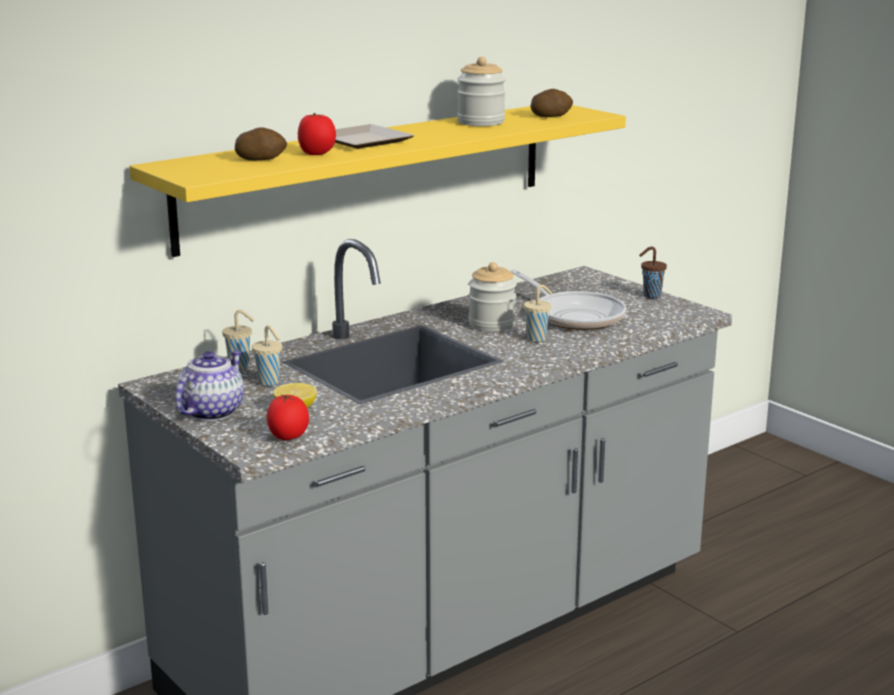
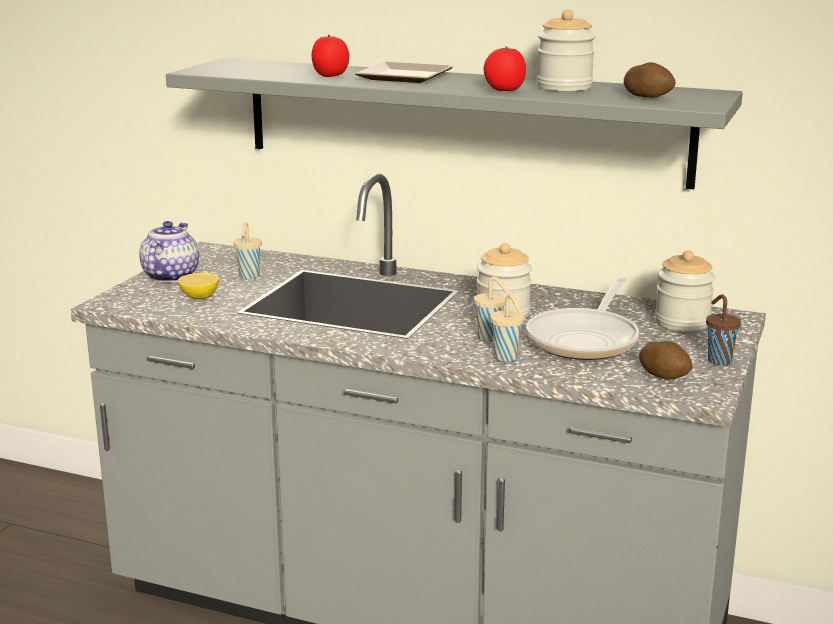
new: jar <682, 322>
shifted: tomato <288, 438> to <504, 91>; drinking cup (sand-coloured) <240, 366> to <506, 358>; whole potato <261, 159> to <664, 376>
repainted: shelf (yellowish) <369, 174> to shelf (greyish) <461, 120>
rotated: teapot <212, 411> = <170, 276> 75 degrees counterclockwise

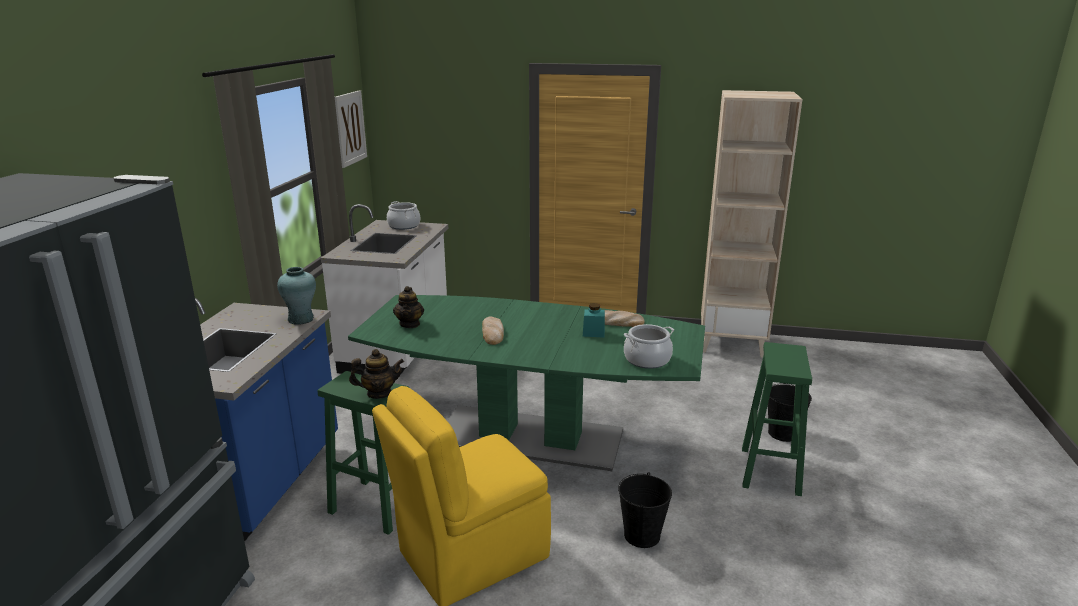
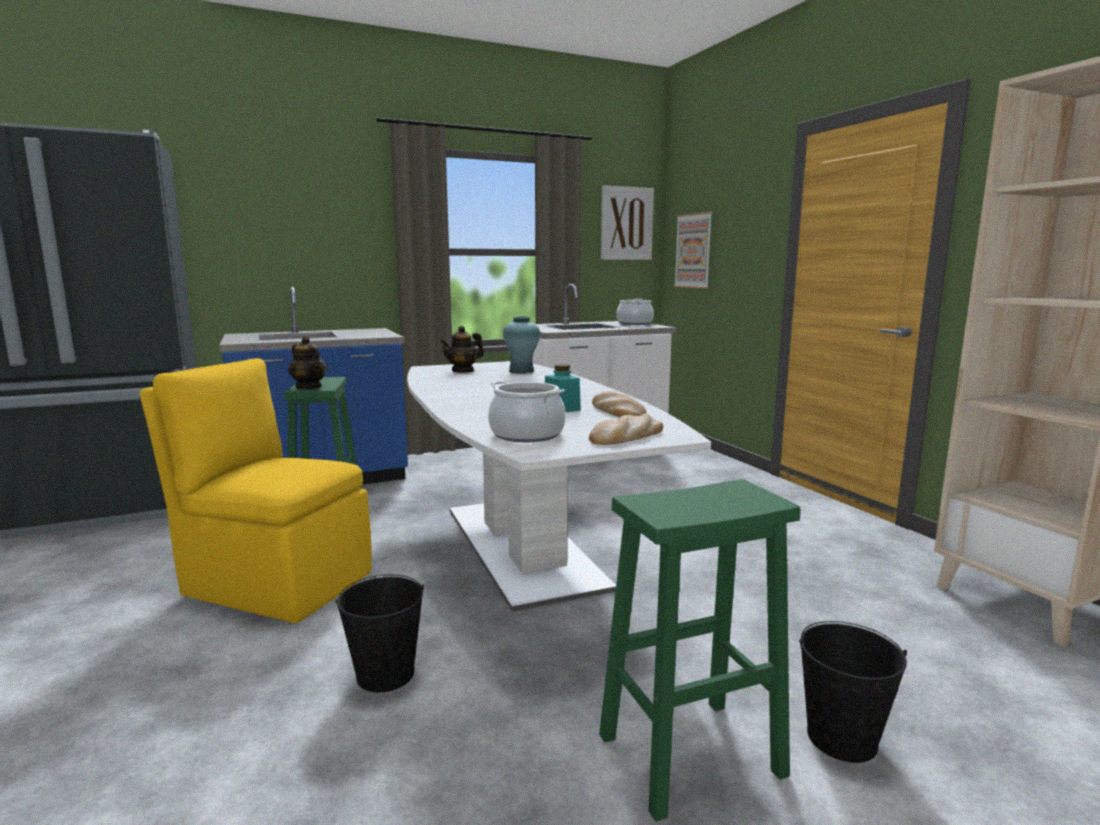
new: wall picture <693, 251>
shifted: vase (turquoise-coloured) <301, 319> to <521, 371>; bakery bread <493, 333> to <626, 436>
repainted: dinner table (greenish) <530, 437> to dinner table (white-coloured) <522, 546>

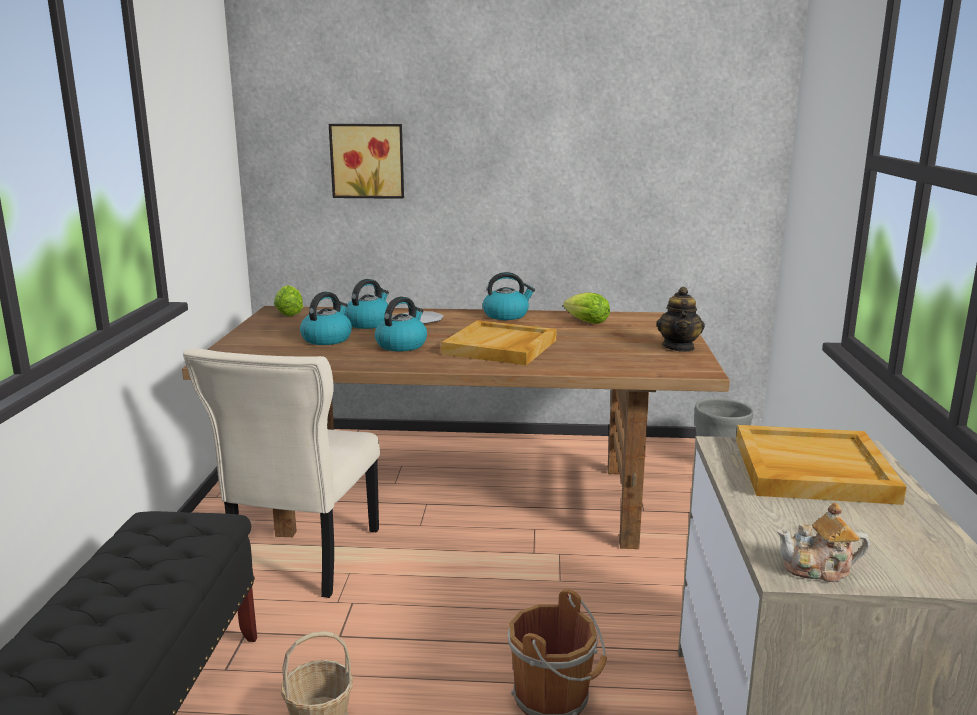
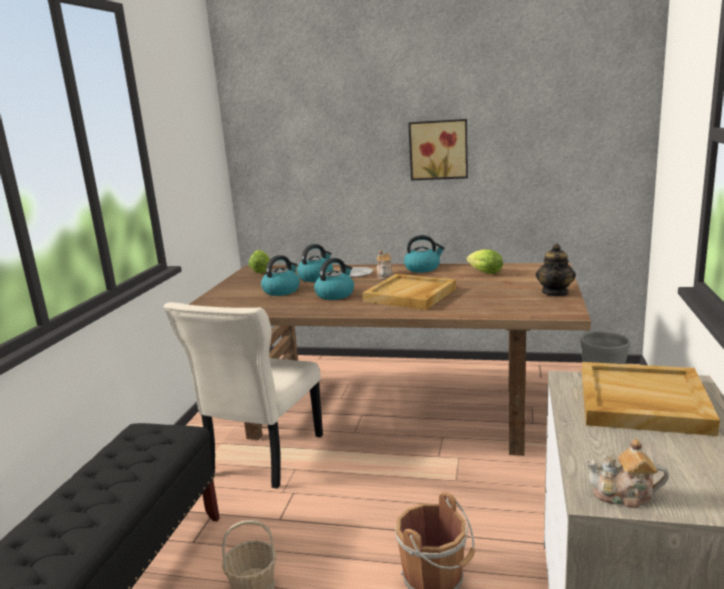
new: teapot <385, 276>
shifted: wall picture <367, 161> to <438, 149>

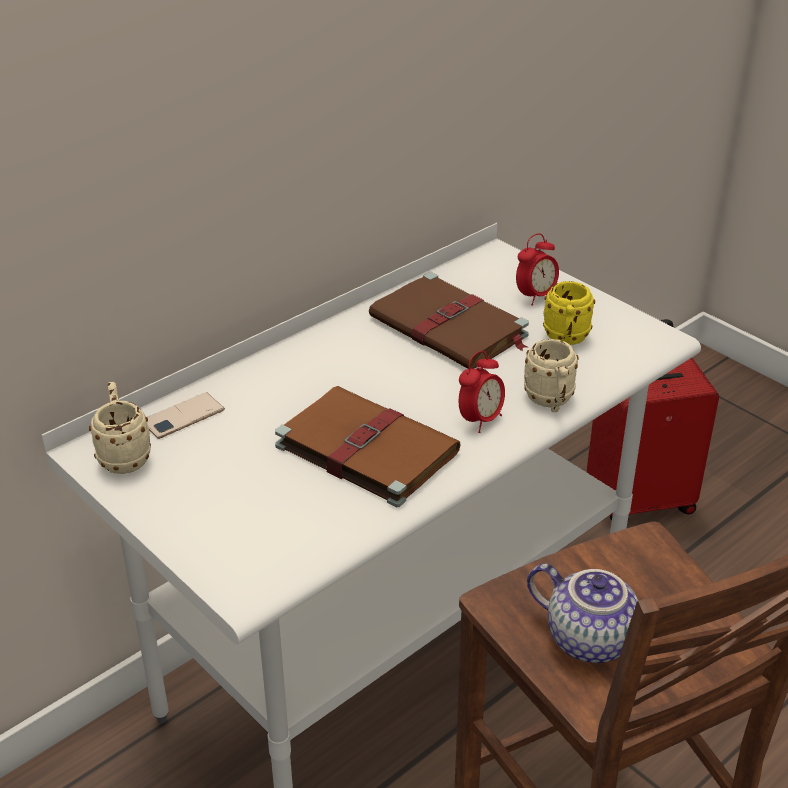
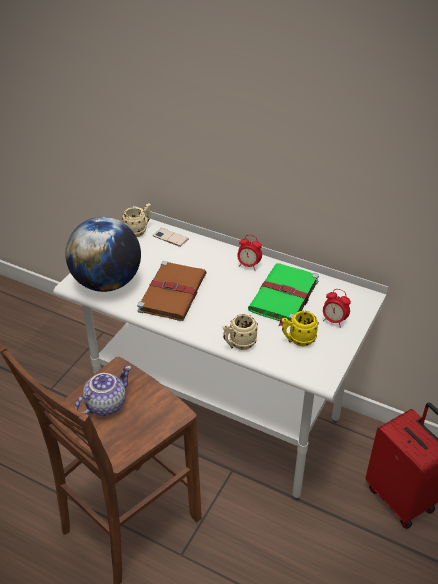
new: globe <107, 282>
shifted: bedside clock <480, 420> to <248, 265>
repainted: bound book (brownish) <450, 328> to bound book (greenish) <283, 297>
rotated: teapot <592, 639> = <105, 404> 150 degrees counterclockwise

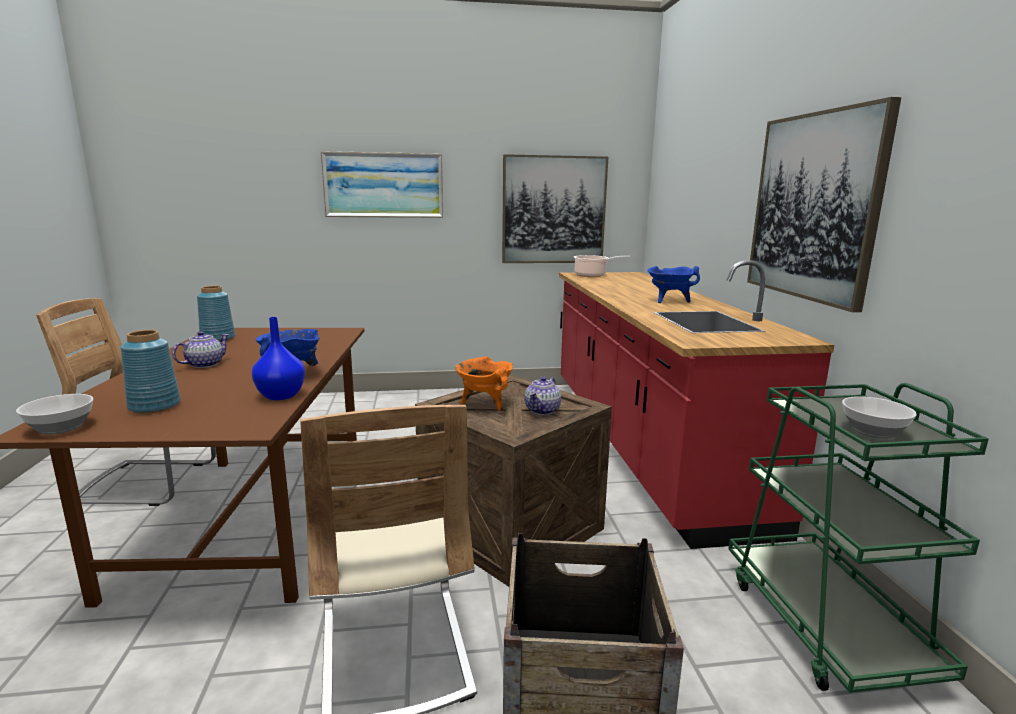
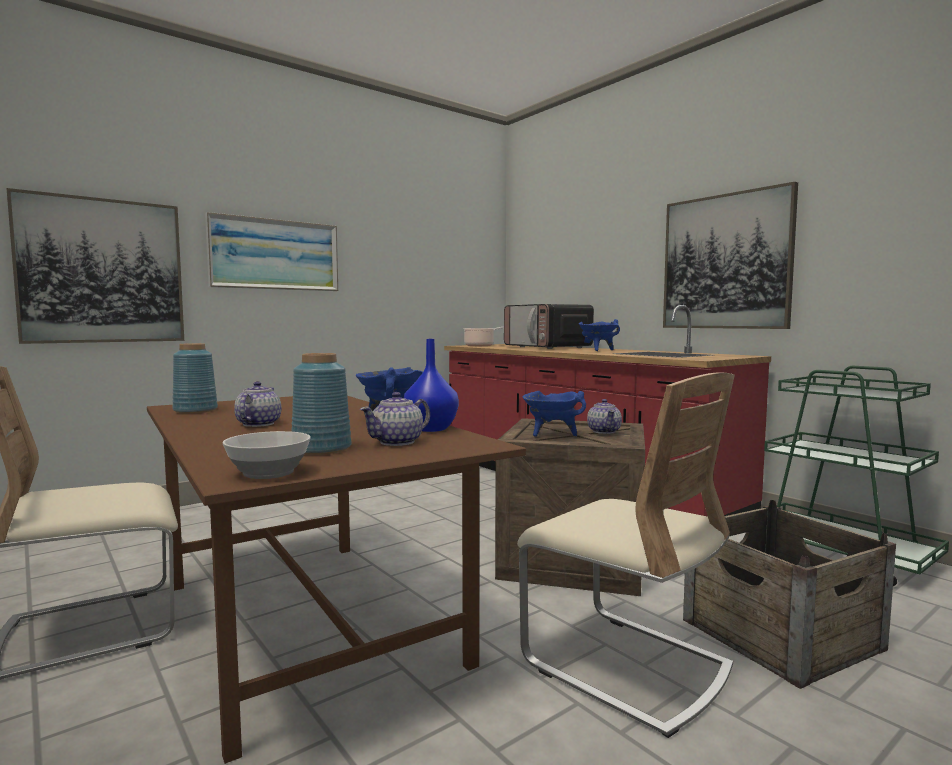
gone: bowl <873, 432>
new: teapot <398, 442>; microwave oven <547, 347>
shifted: wall picture <553, 210> to <102, 271>
repainted: saucepot (orange-coloured) <484, 404> to saucepot (blue-coloured) <552, 434>

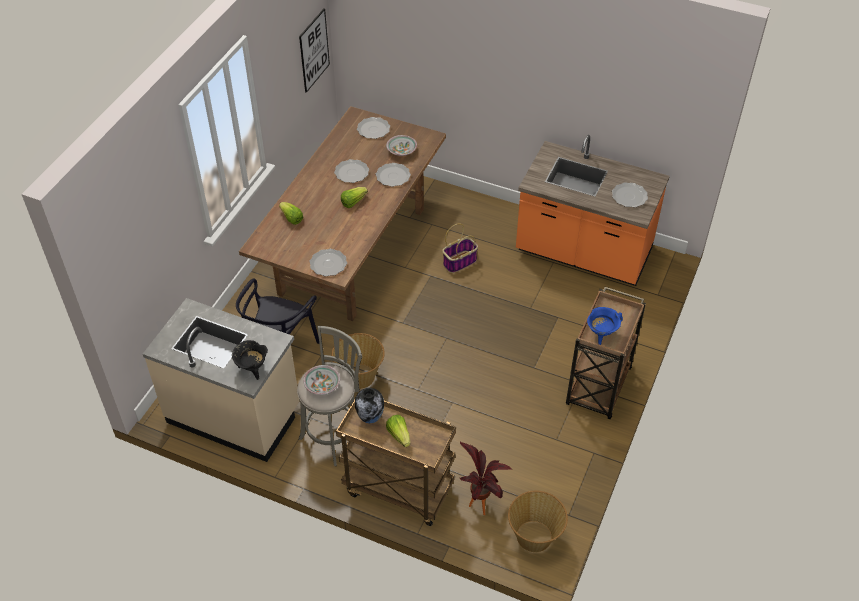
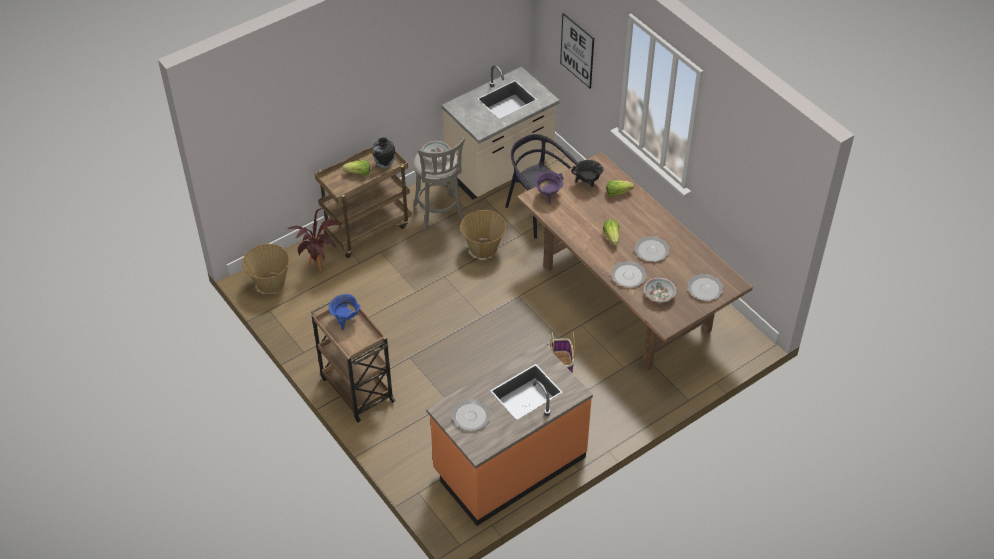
shifted: wall picture <314, 50> to <577, 50>; saucepot (blackish) <252, 369> to <587, 182>
swapped: plate <328, 264> to saucepot (purplish) <548, 195>

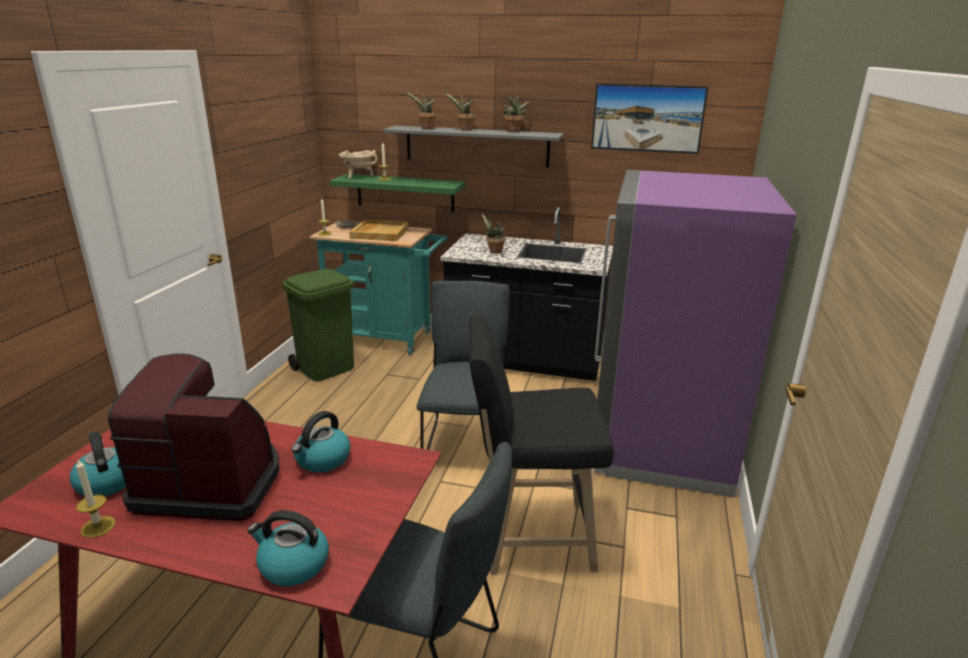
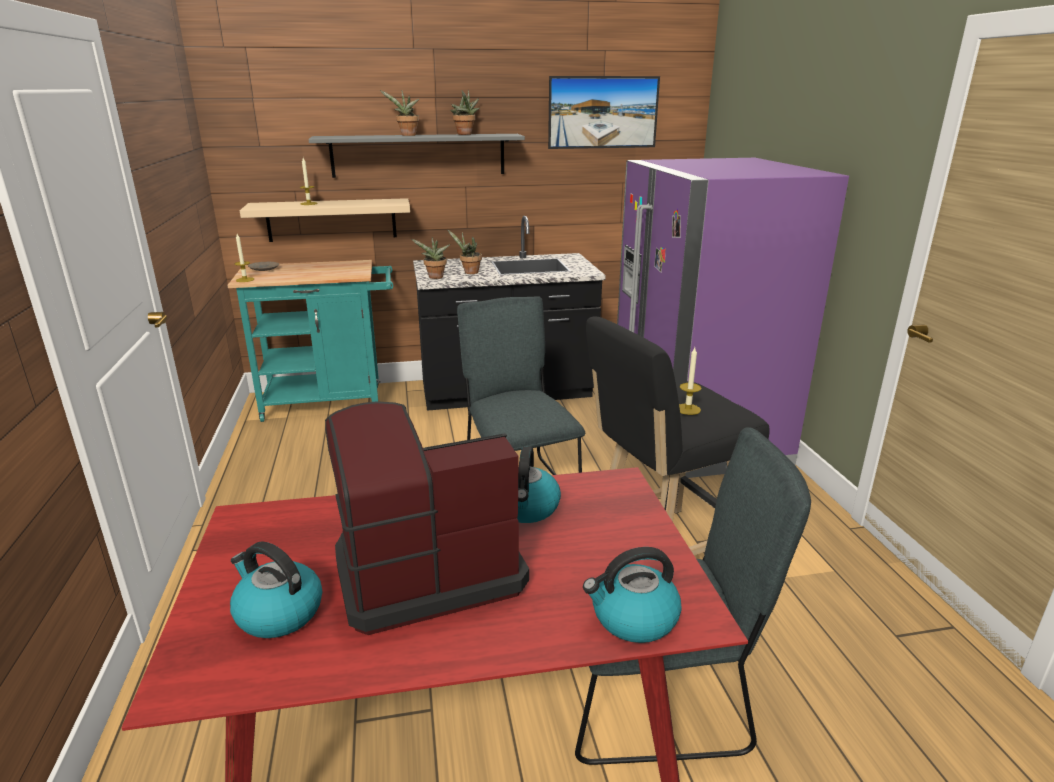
gone: rubbish bin (greenish) <326, 368>; saucepot (sand-coloured) <358, 177>; carrying tray (sand-coloured) <379, 233>
shifted: houseplant <426, 128> to <435, 277>; candle <98, 527> to <688, 409>
repainted: shelf (greenish) <405, 193> to shelf (sand-coloured) <331, 220>

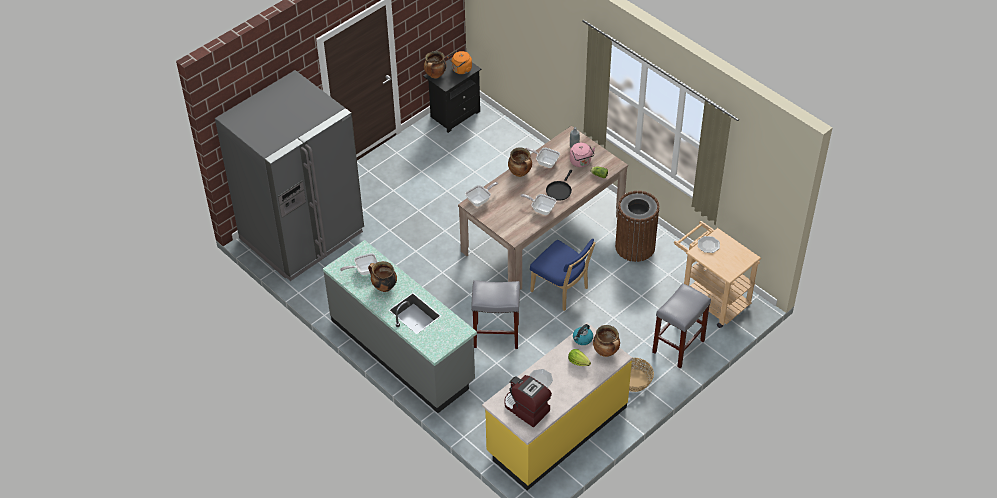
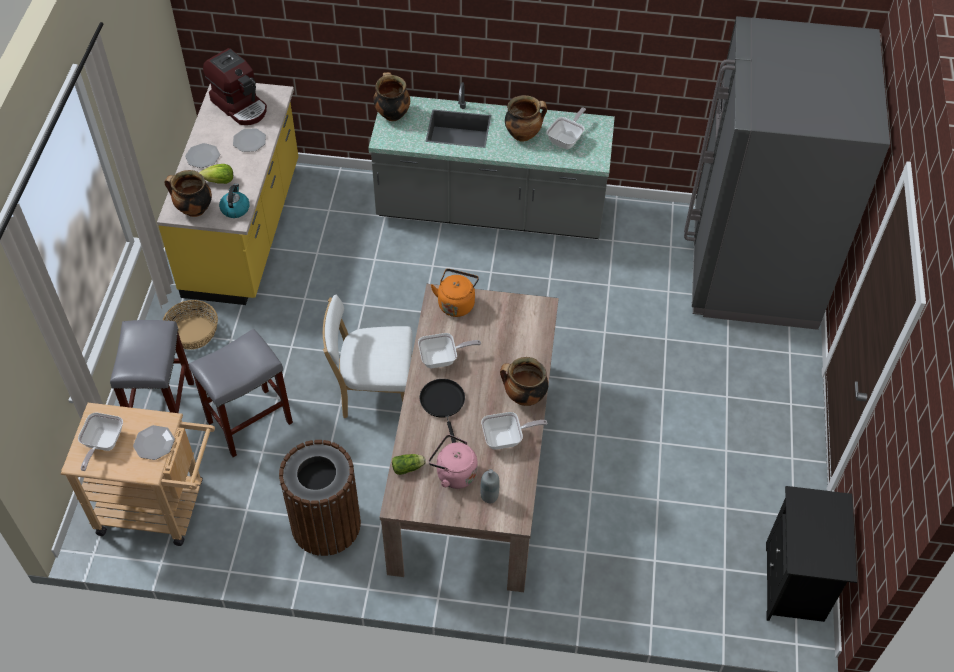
new: plate <202, 156>
shifted: frying pan <480, 200> to <102, 444>; sitting stool (greyish) <495, 335> to <250, 421>; saucepot <435, 75> to <392, 114>; water kettle (orange-coloured) <460, 70> to <456, 303>
repainted: upright chair (blue-coloured) <561, 291> to upright chair (white-coloured) <373, 392>
rotated: coffee machine <526, 409> = <240, 105> 45 degrees clockwise

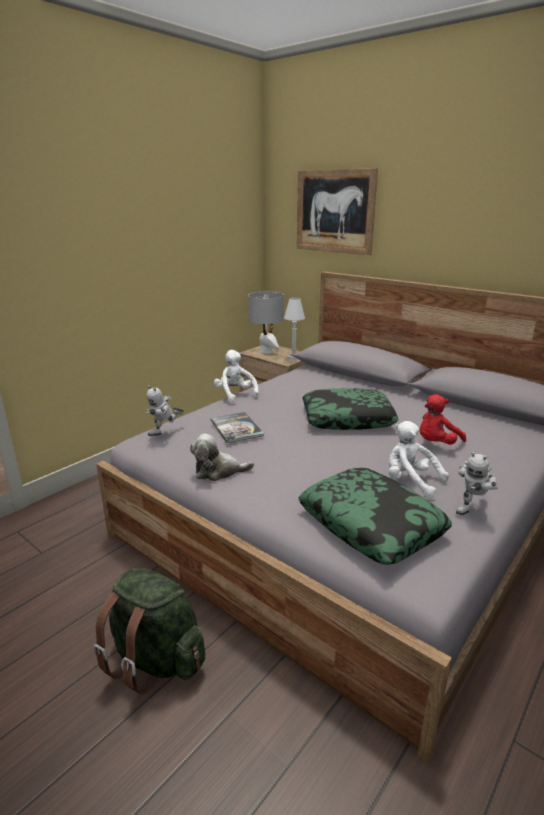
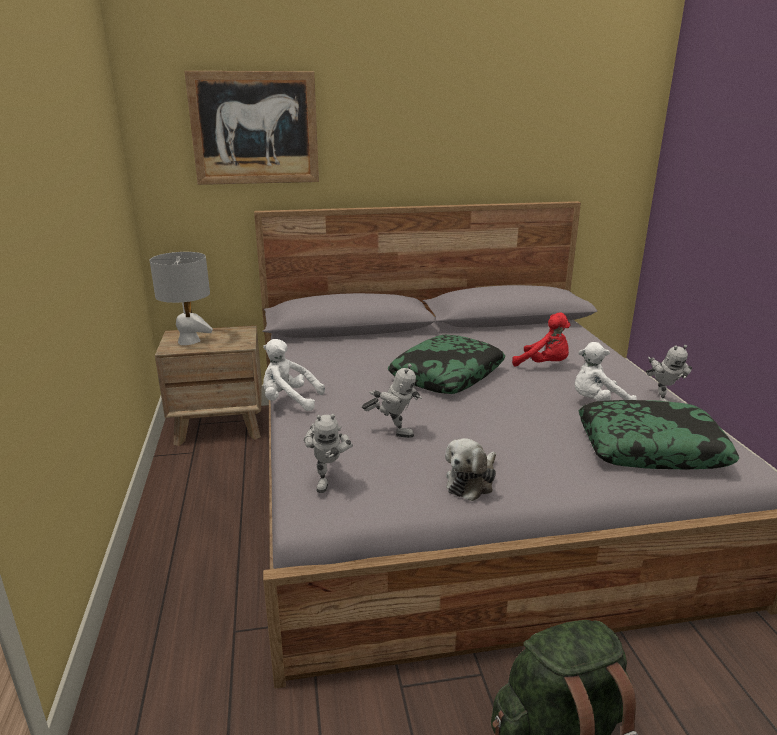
gone: table lamp (white-coloured) <293, 357>
swapped: bound book <236, 428> to model robot <393, 431>
rotated: soft toy (reddish) <436, 443> = <544, 365> 60 degrees counterclockwise

